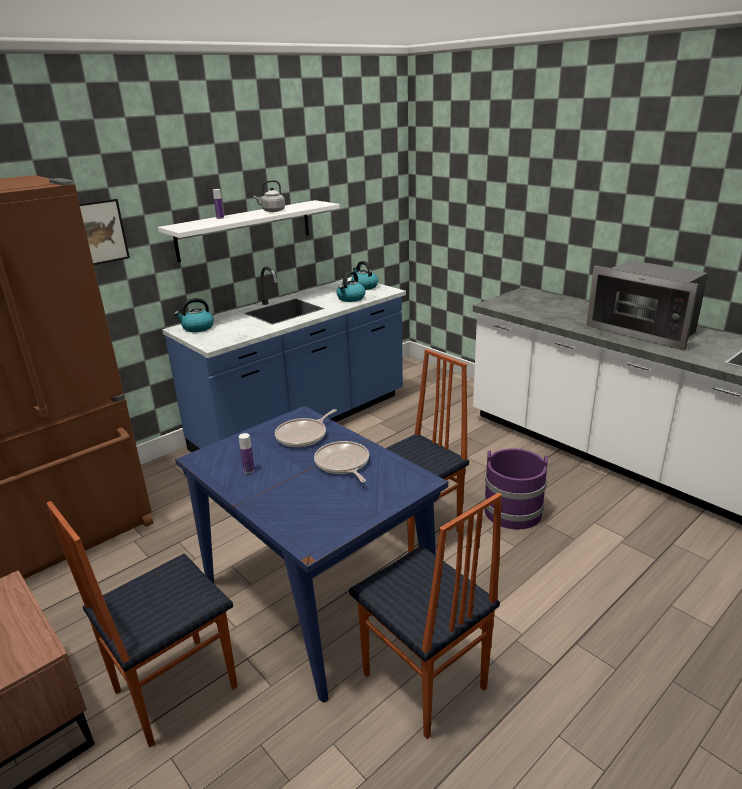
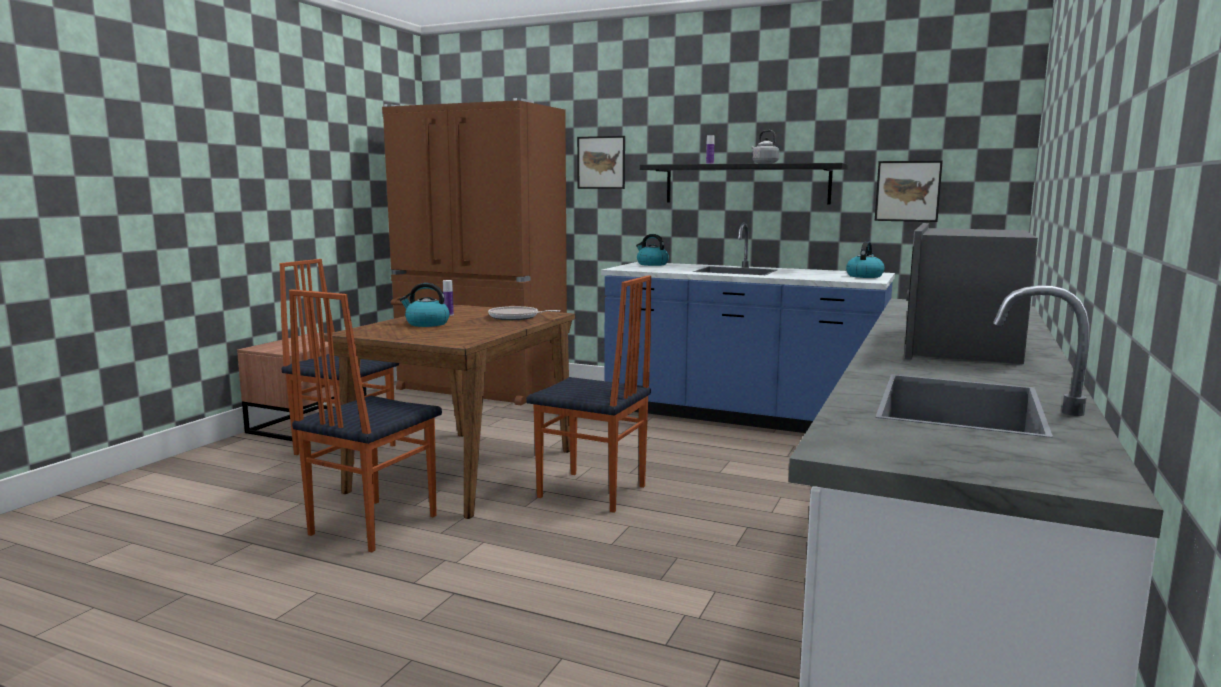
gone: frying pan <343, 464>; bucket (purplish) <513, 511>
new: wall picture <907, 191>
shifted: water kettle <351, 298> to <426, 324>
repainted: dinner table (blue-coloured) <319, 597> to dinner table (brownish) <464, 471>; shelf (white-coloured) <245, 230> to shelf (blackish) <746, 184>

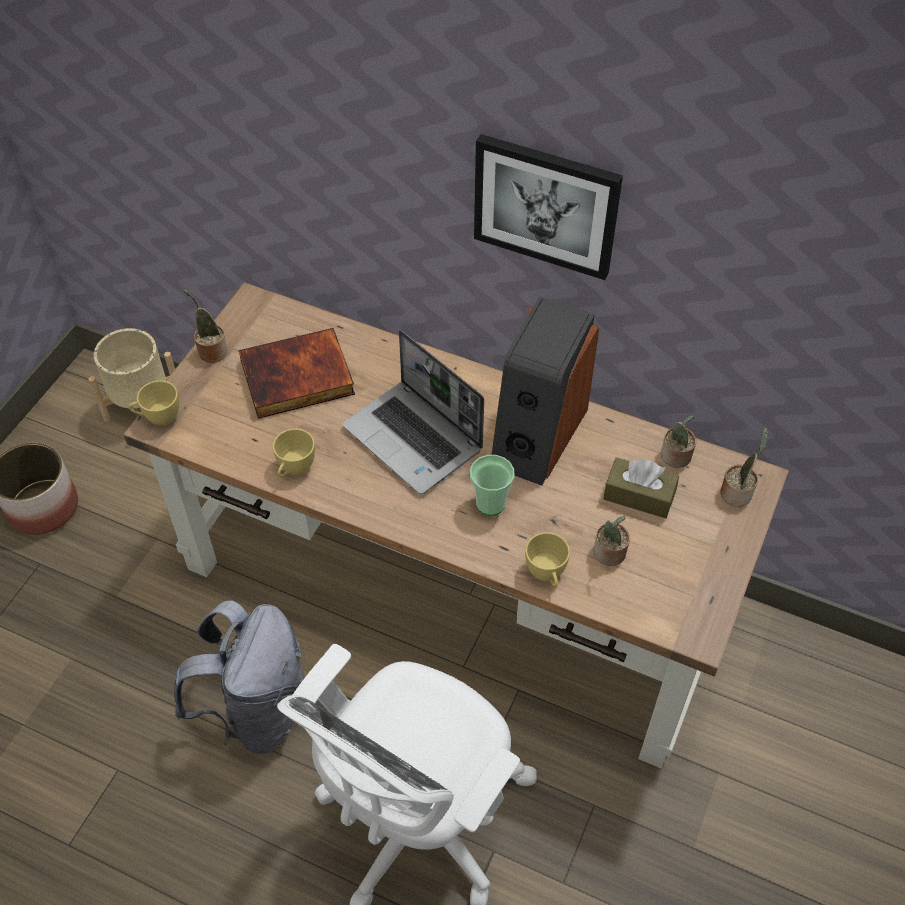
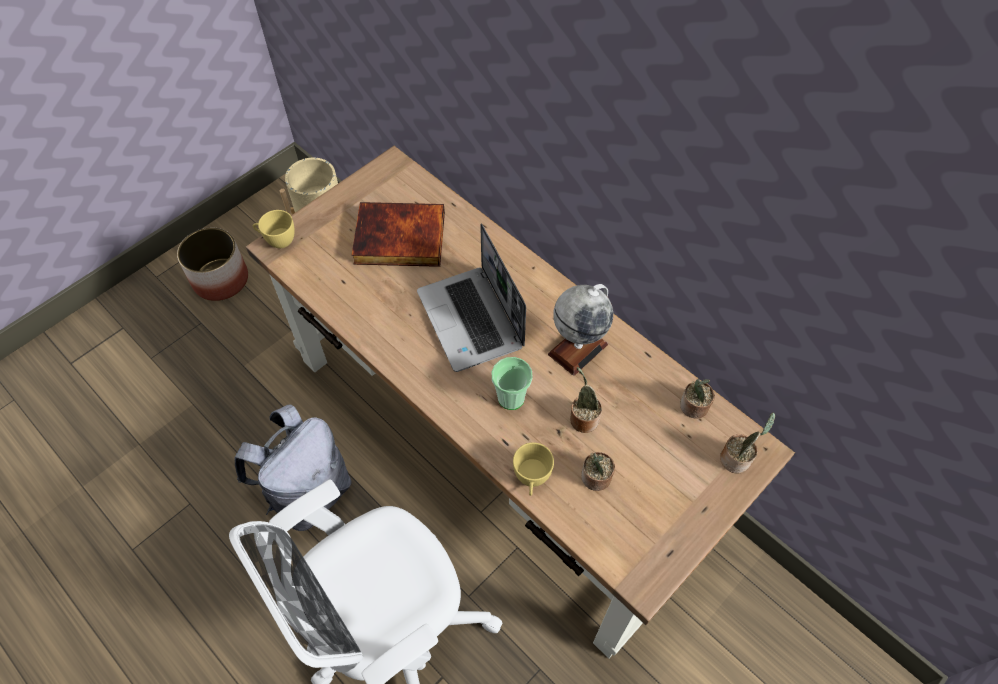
gone: drinking cup (yellowish) <294, 469>; wall picture <546, 205>; tissue holder (brownish) <639, 496>
shifted: houseplant <211, 351> to <583, 418>
swapped: speaker <537, 435> to globe <578, 349>

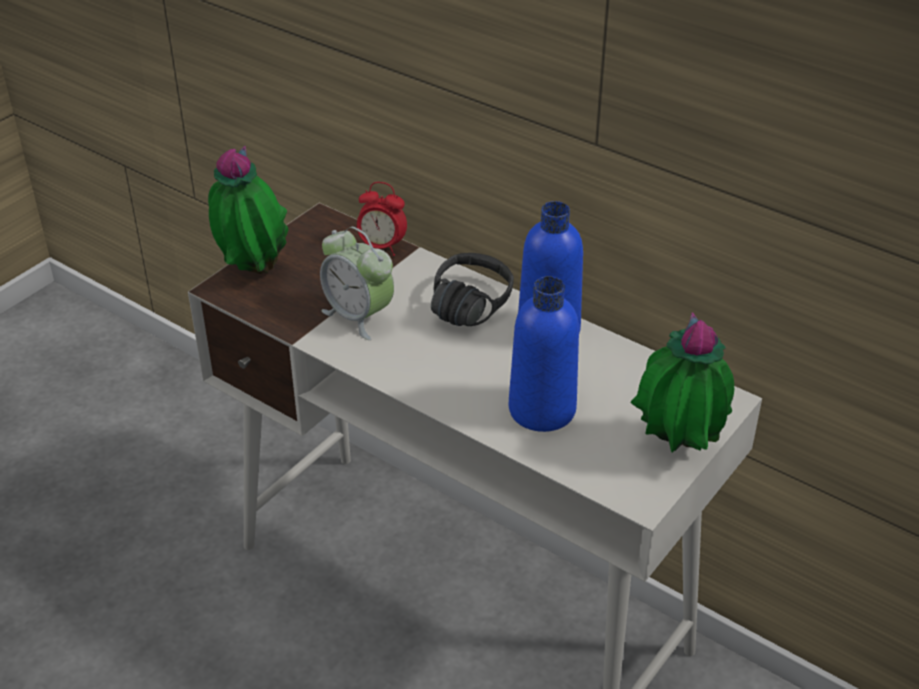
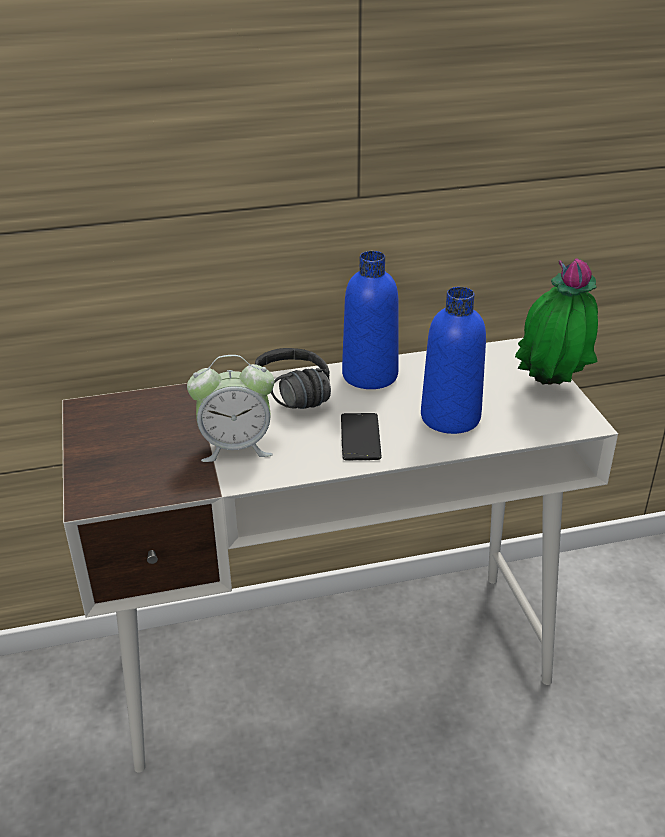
gone: houseplant <252, 272>; bedside clock <381, 247>
new: phone <360, 437>

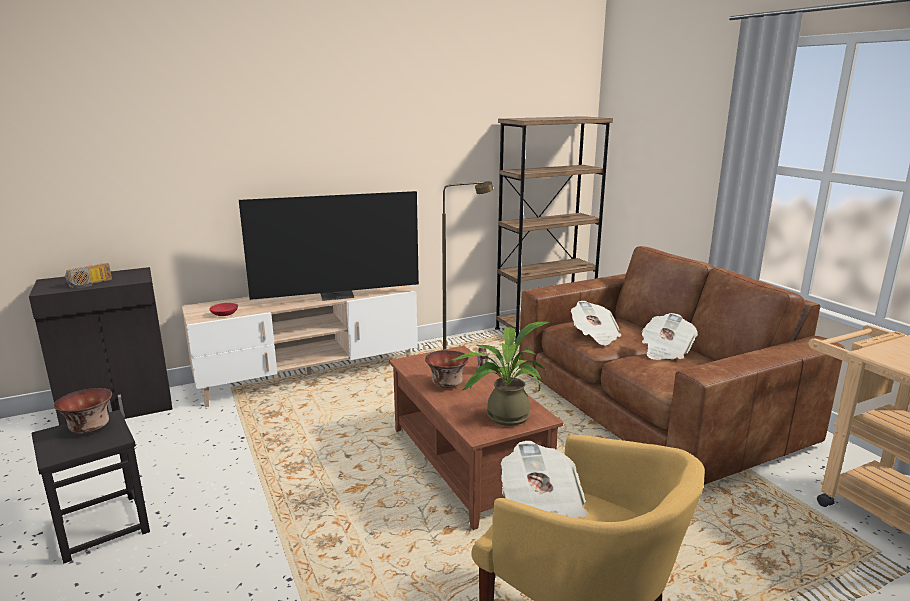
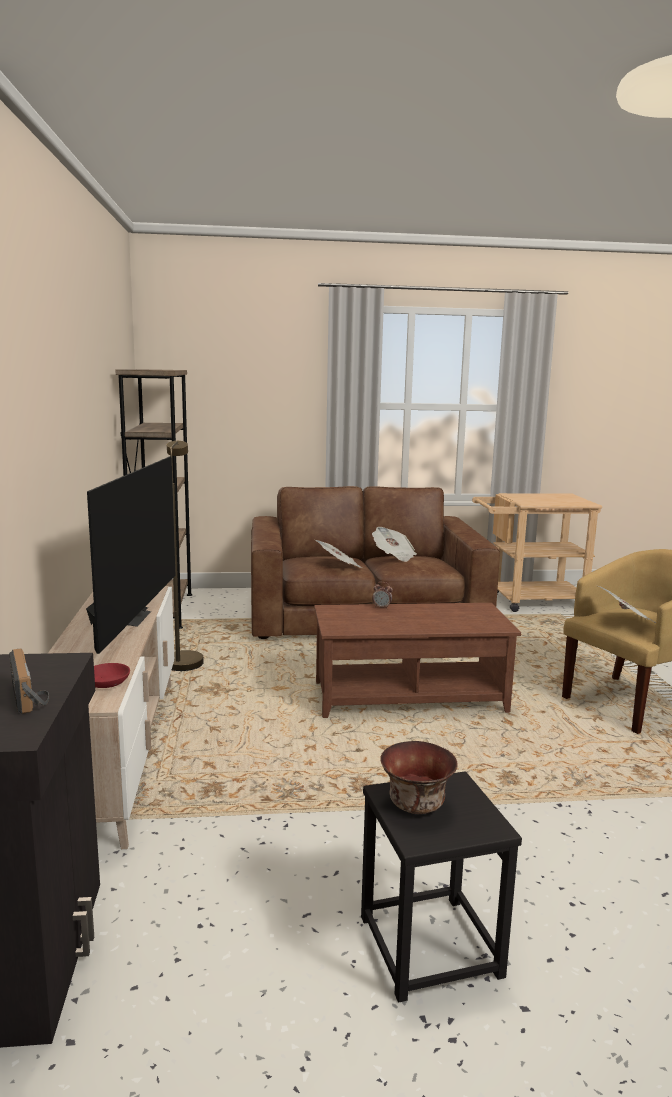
gone: bowl <446, 384>; houseplant <502, 416>

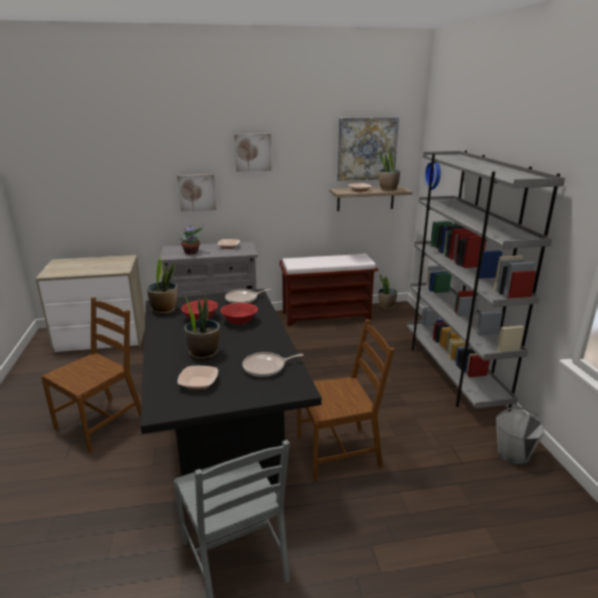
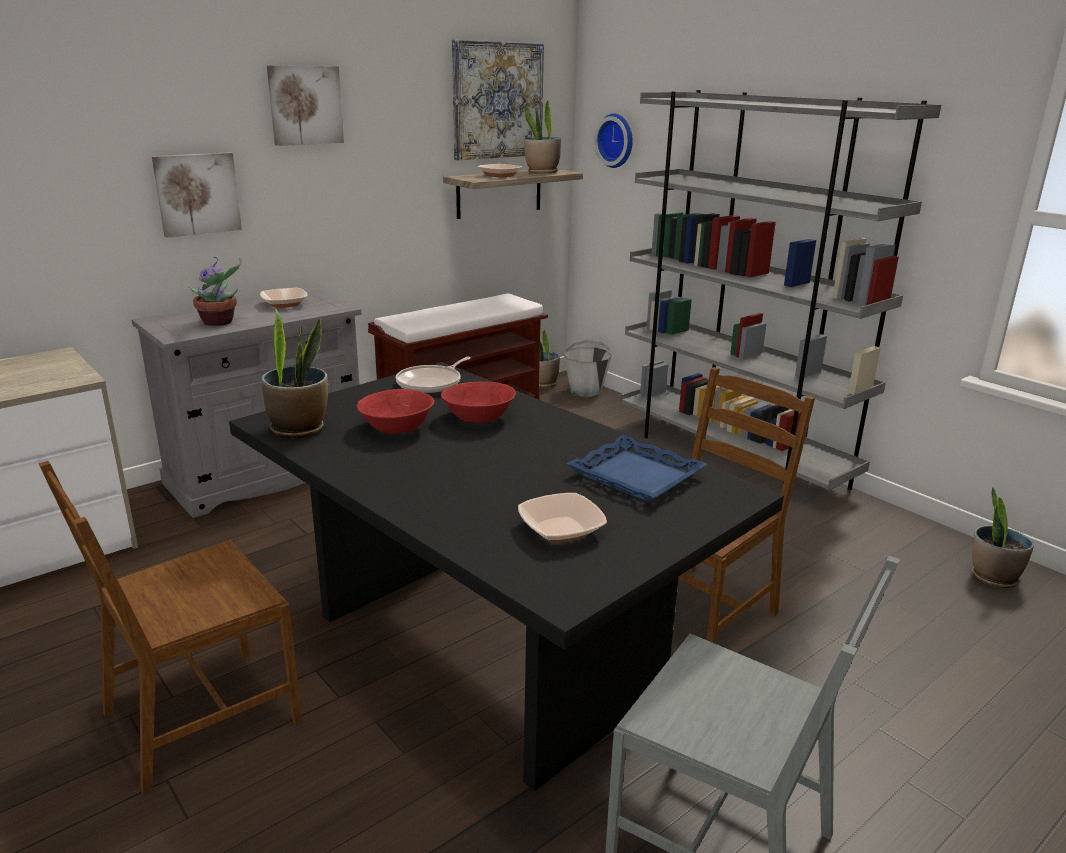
shifted: bucket (greyish) <513, 453> to <586, 390>; houseplant <203, 353> to <993, 577>
swapped: frying pan <266, 367> to carrying tray (blue-coloured) <637, 476>
rotated: upright chair (brownish) <101, 422> = <200, 717> 135 degrees counterclockwise

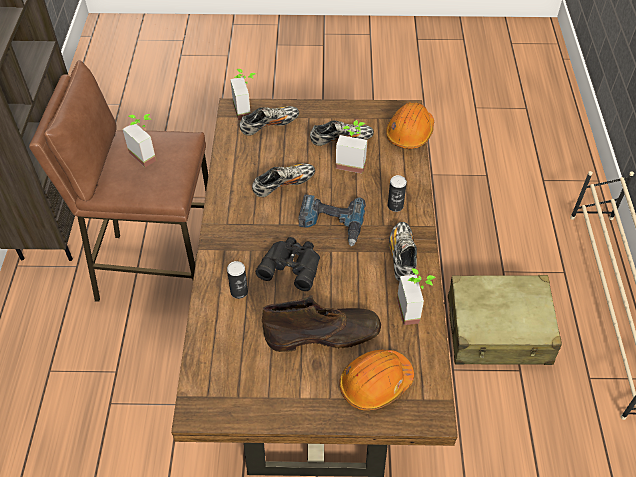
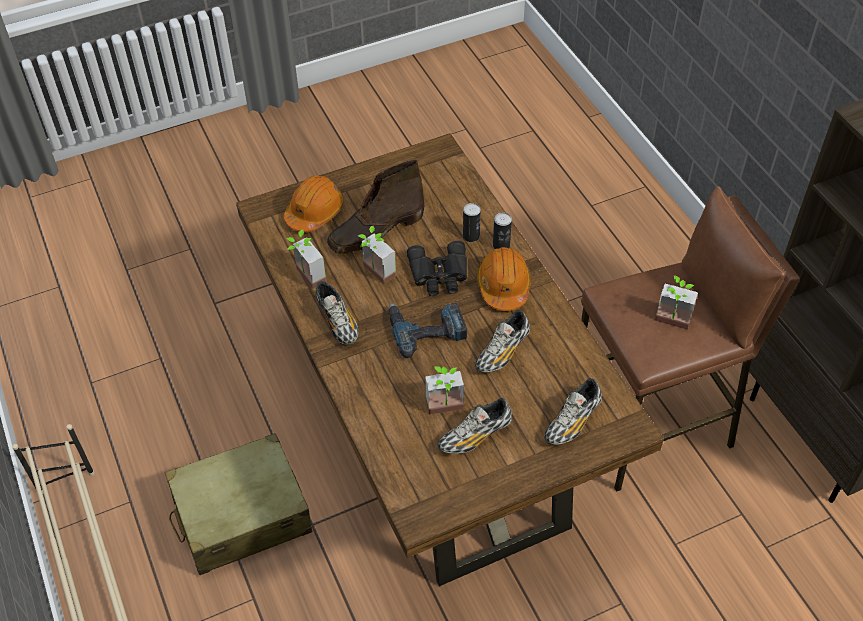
shifted: houseplant <247, 109> to <374, 274>; work helmet (orange-coloured) <410, 133> to <503, 286>; metal can <395, 206> to <501, 245>

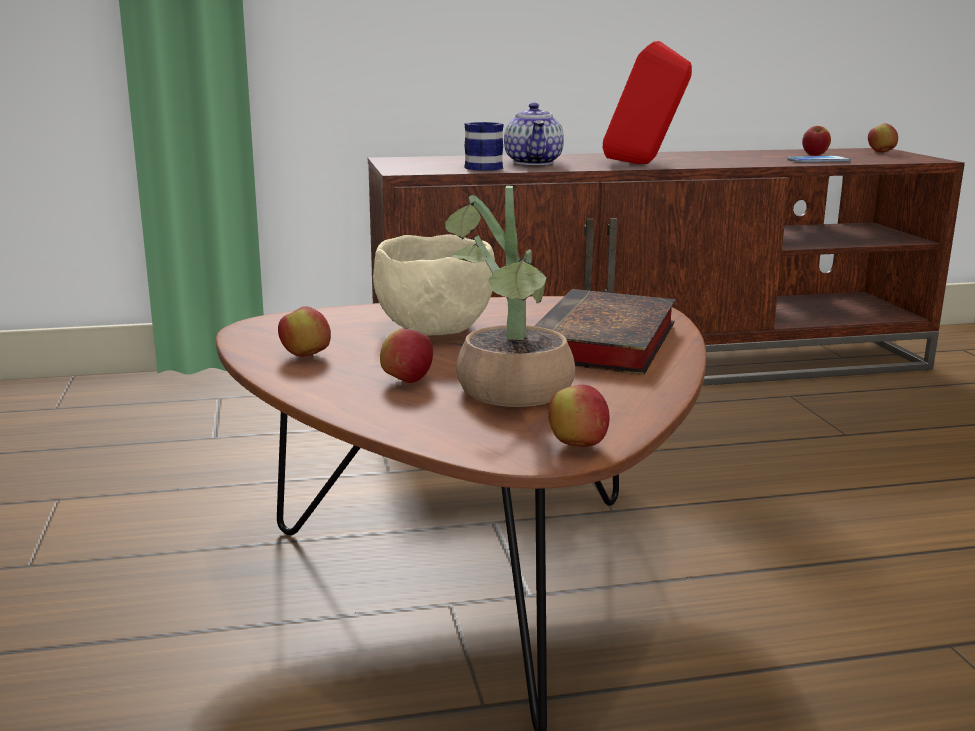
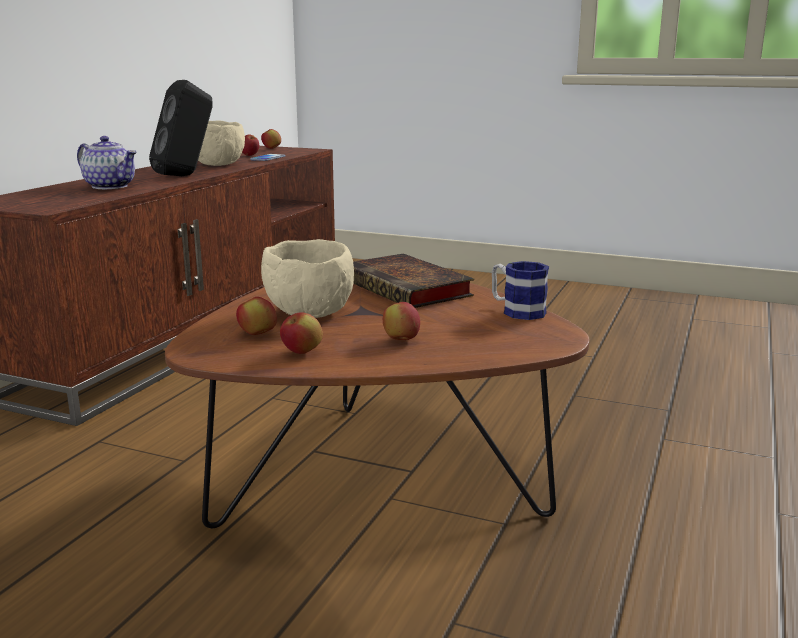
gone: houseplant <510, 395>
new: bowl (sand-coloured) <215, 165>
shifted: apple fruit <577, 445> to <257, 334>; coffee mug <484, 167> to <516, 311>
repainted: speaker (reddish) <643, 164> to speaker (blackish) <186, 175>

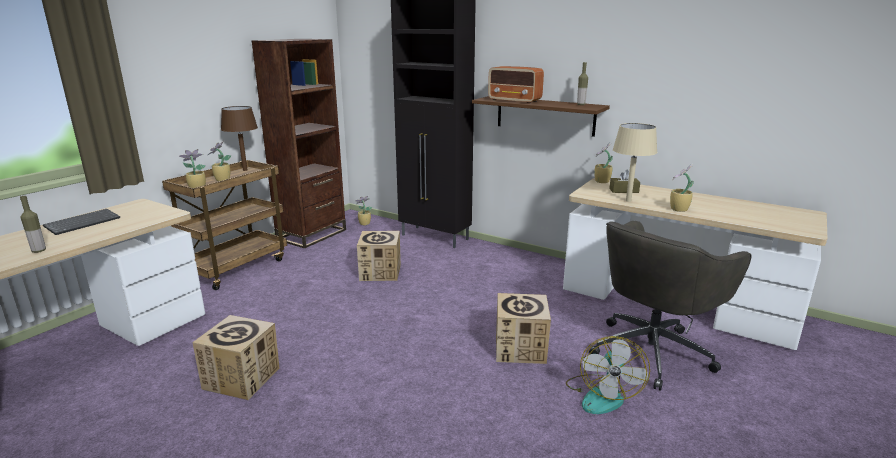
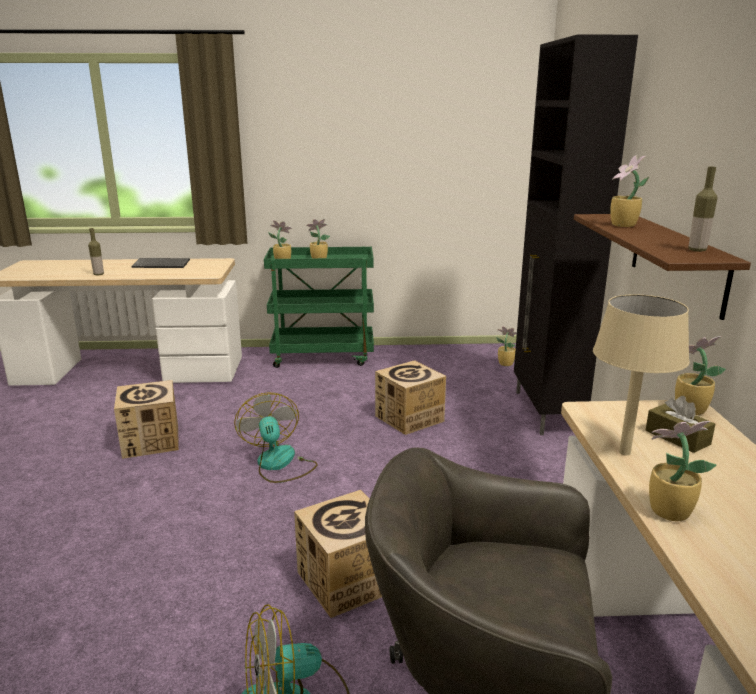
gone: table lamp (brownish) <245, 170>; bookshelf (brownish) <312, 234>
new: fan <279, 464>
swapped: radio set <515, 101> to houseplant <623, 225>
repainted: cart (brownish) <237, 267> to cart (greenish) <324, 356>

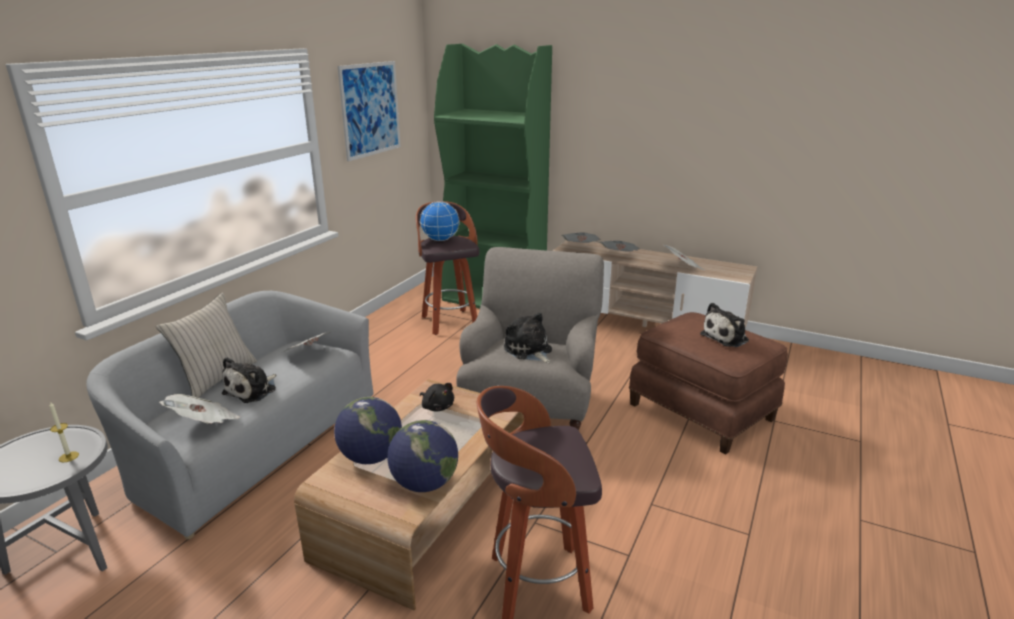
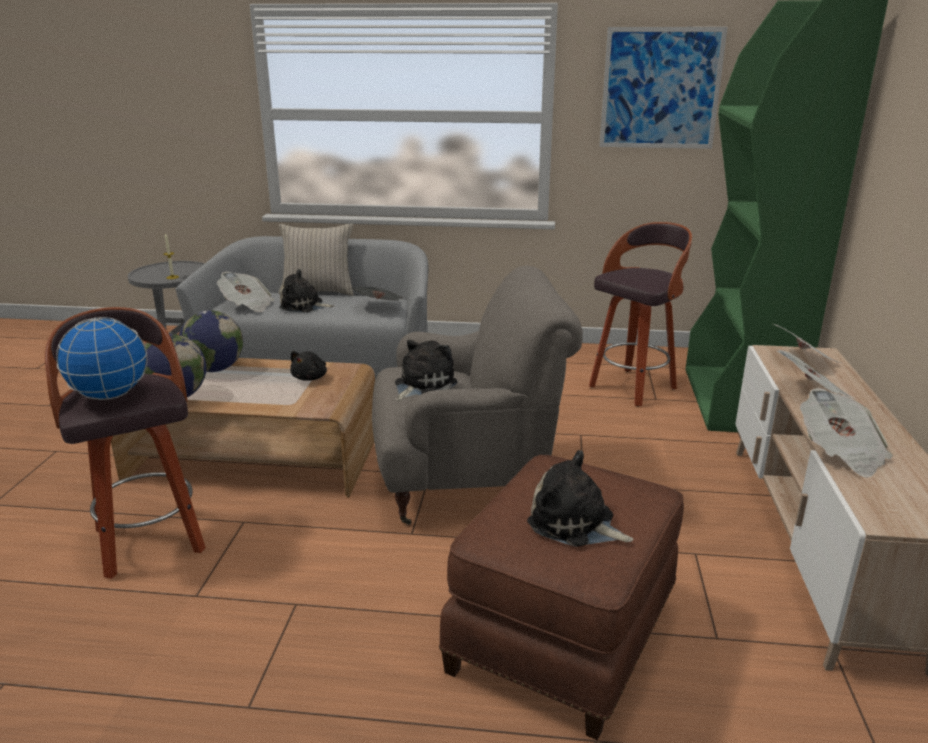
shifted: globe <440, 240> to <109, 395>

